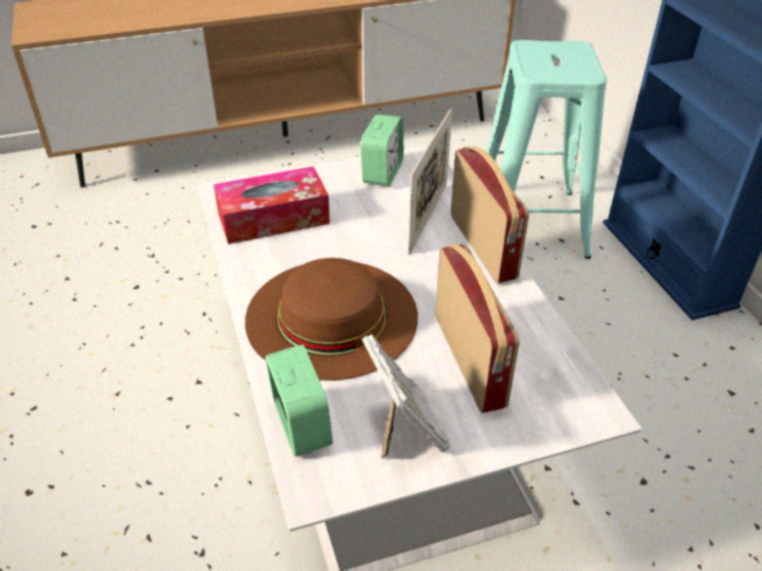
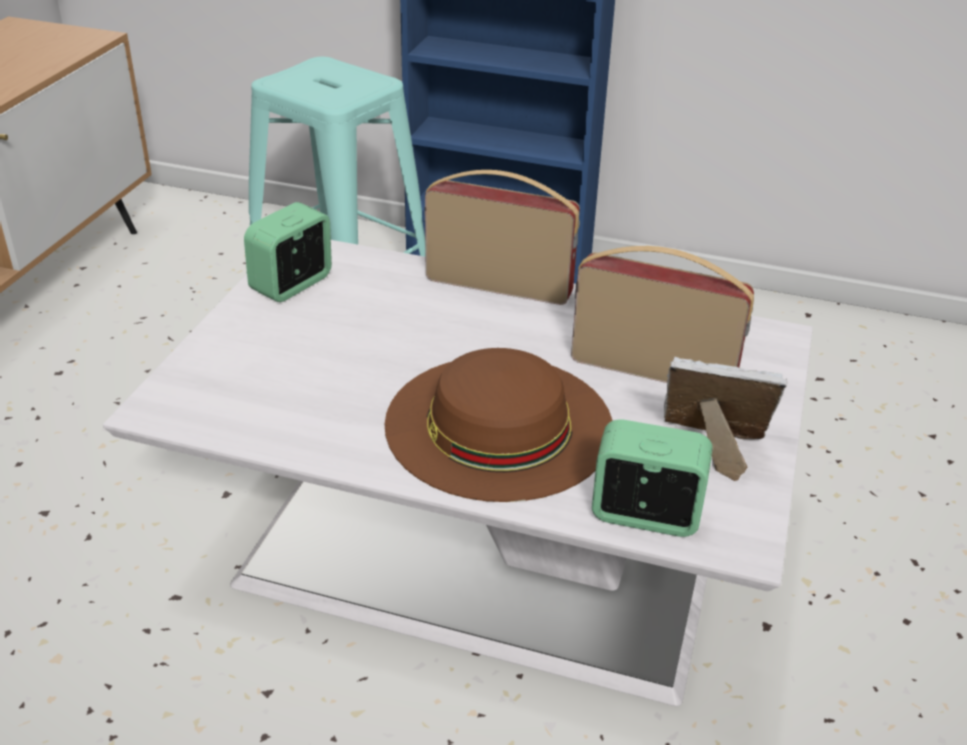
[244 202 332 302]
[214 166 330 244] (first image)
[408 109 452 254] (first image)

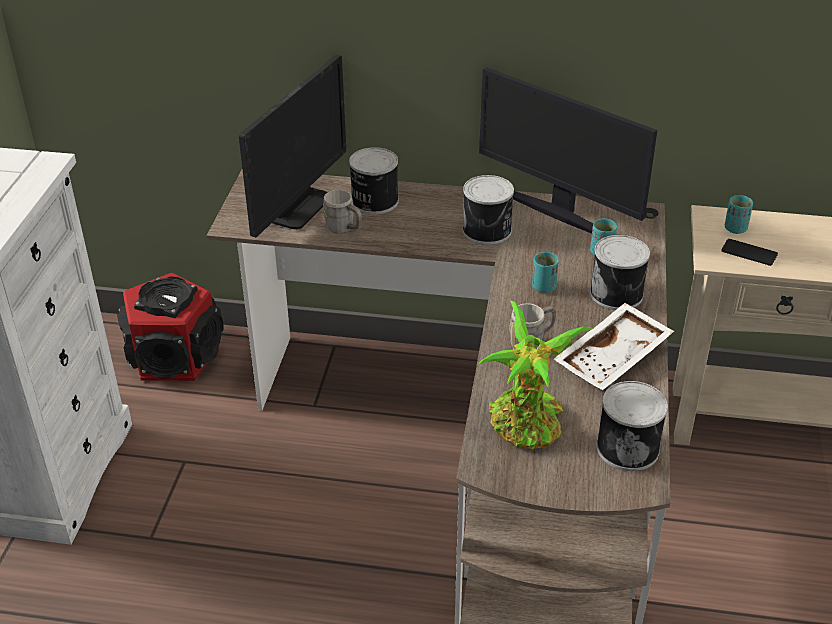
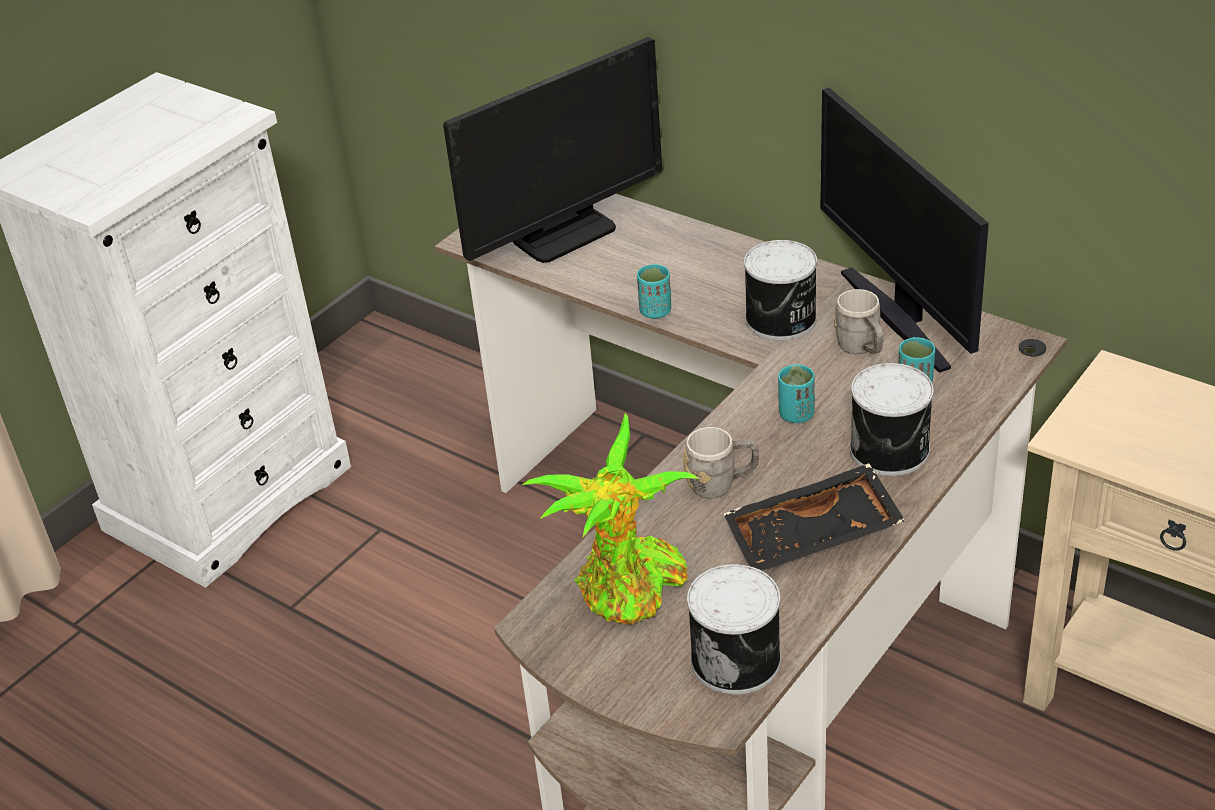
[637 264 671 319]
[724 463 905 571]
[834 289 883 354]
[117 273 224 381] (first image)
[349 147 399 214] (first image)
[721 239 778 266] (first image)

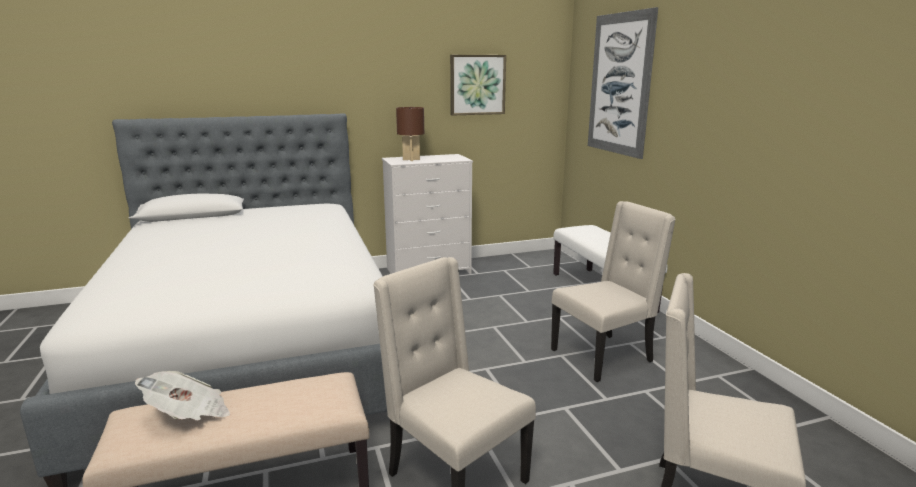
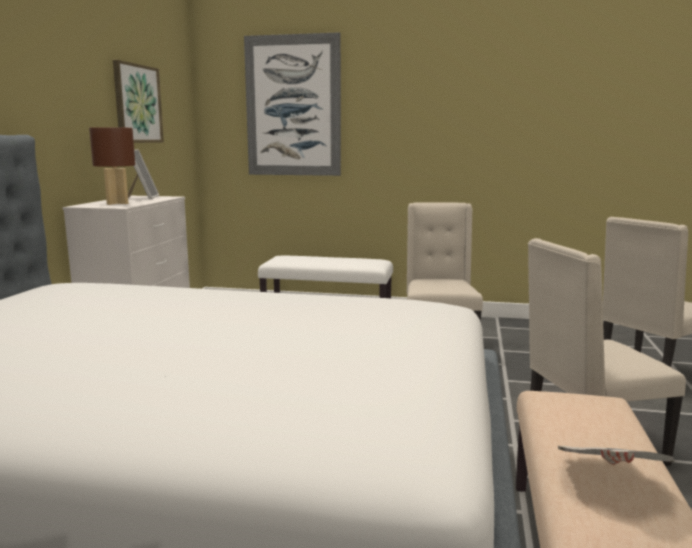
[128 150 159 199]

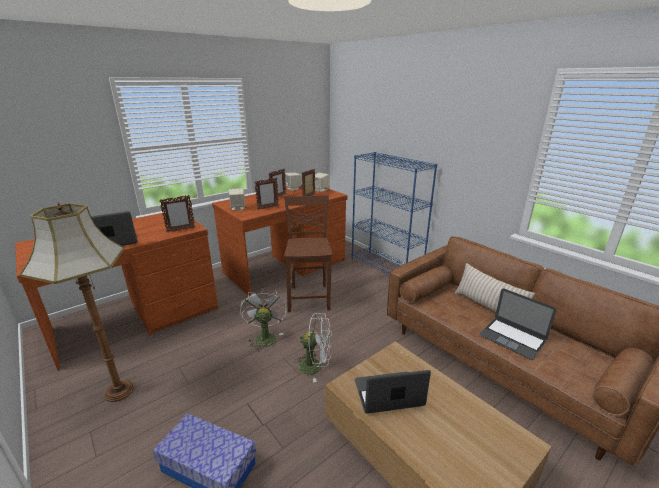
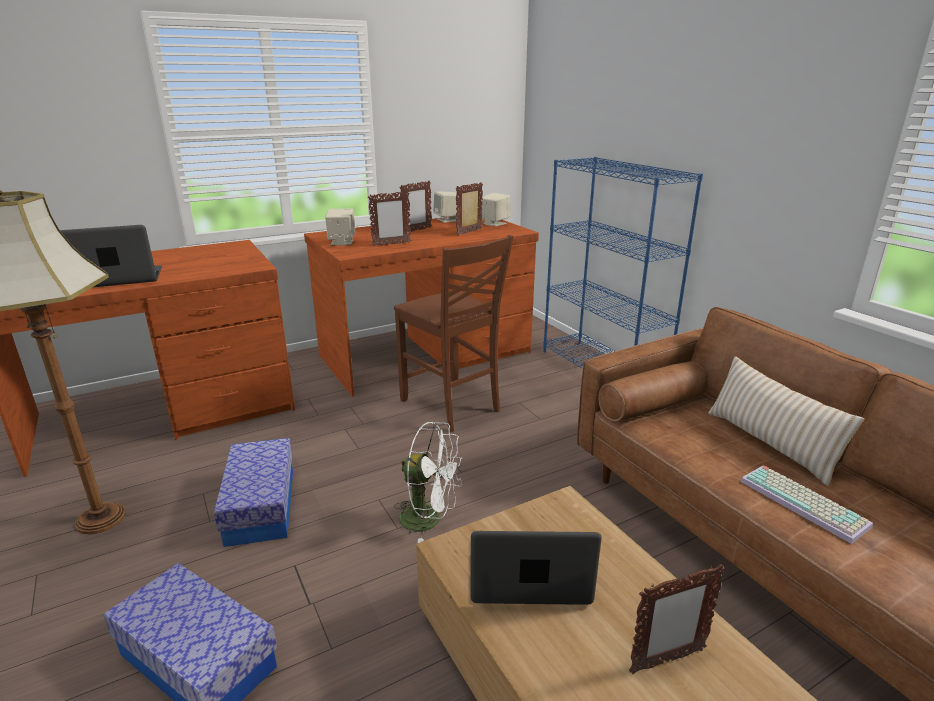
[214 438 293 547]
[394 235 514 432]
[629 564 725 674]
[740 466 873 544]
[240 288 287 351] (first image)

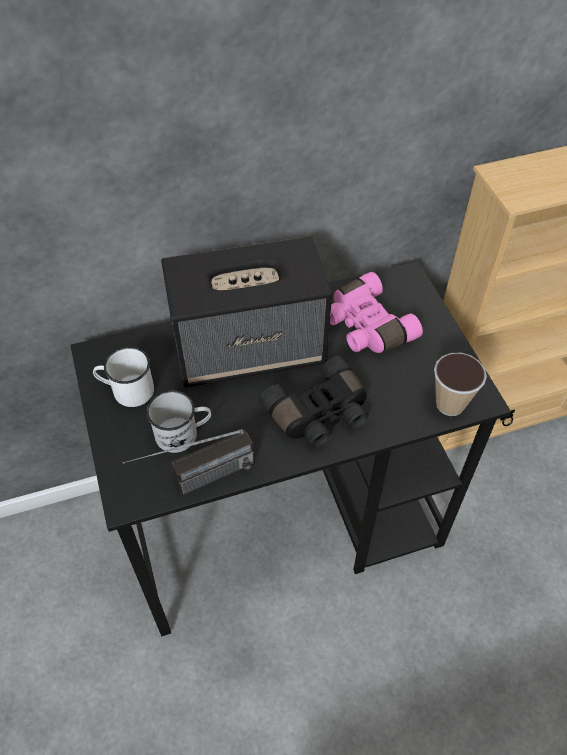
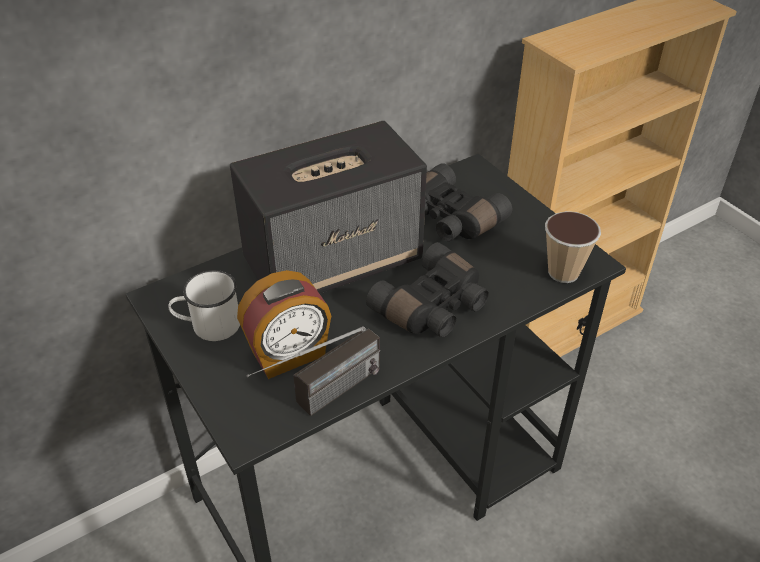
[237 270 331 379]
[425 163 513 241]

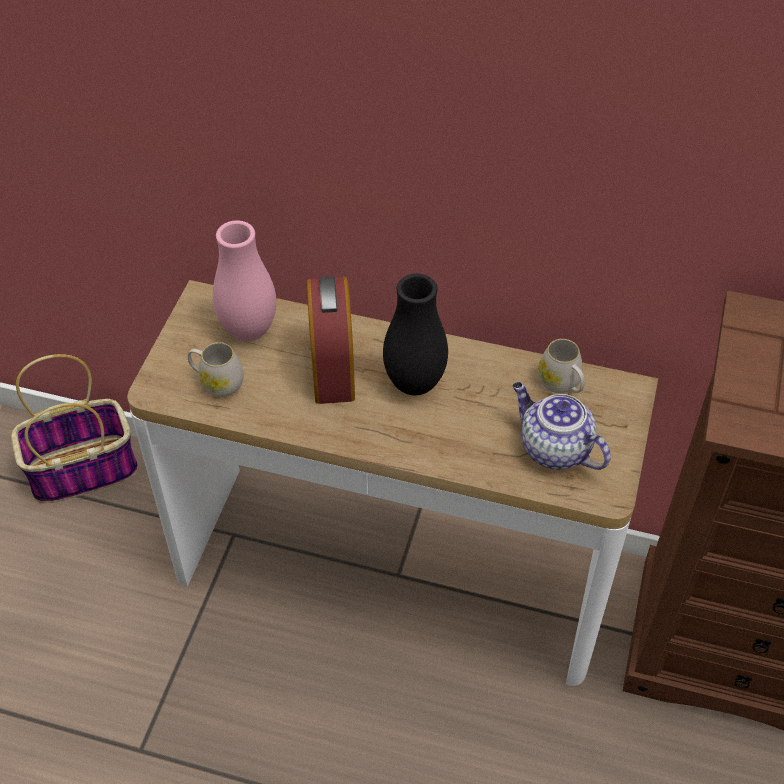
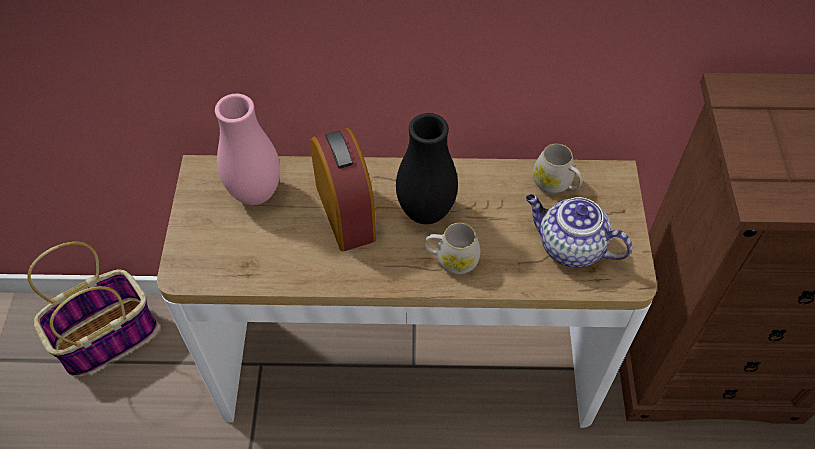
[424 223 480 274]

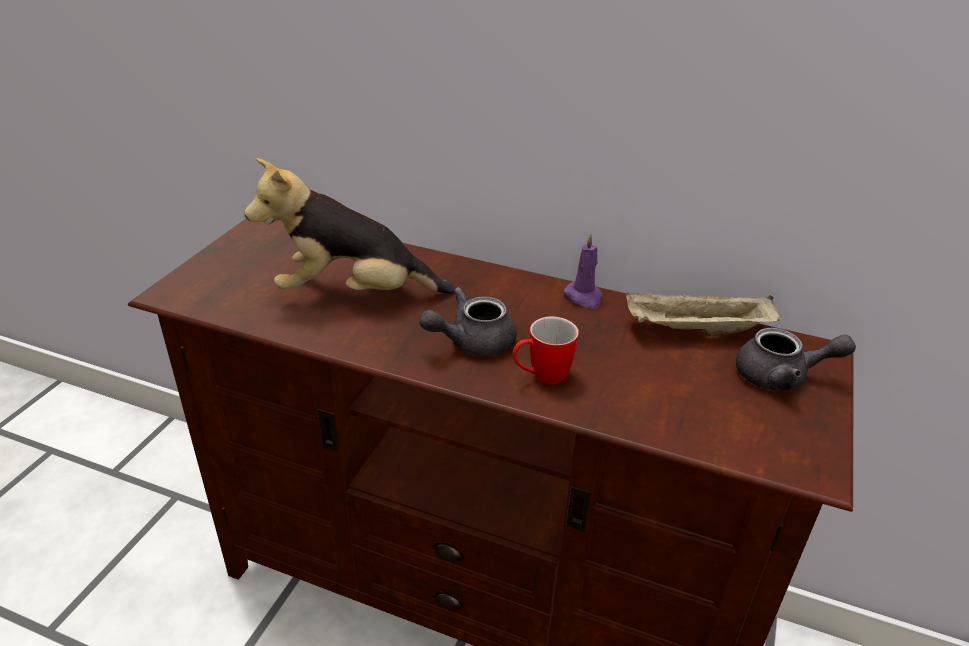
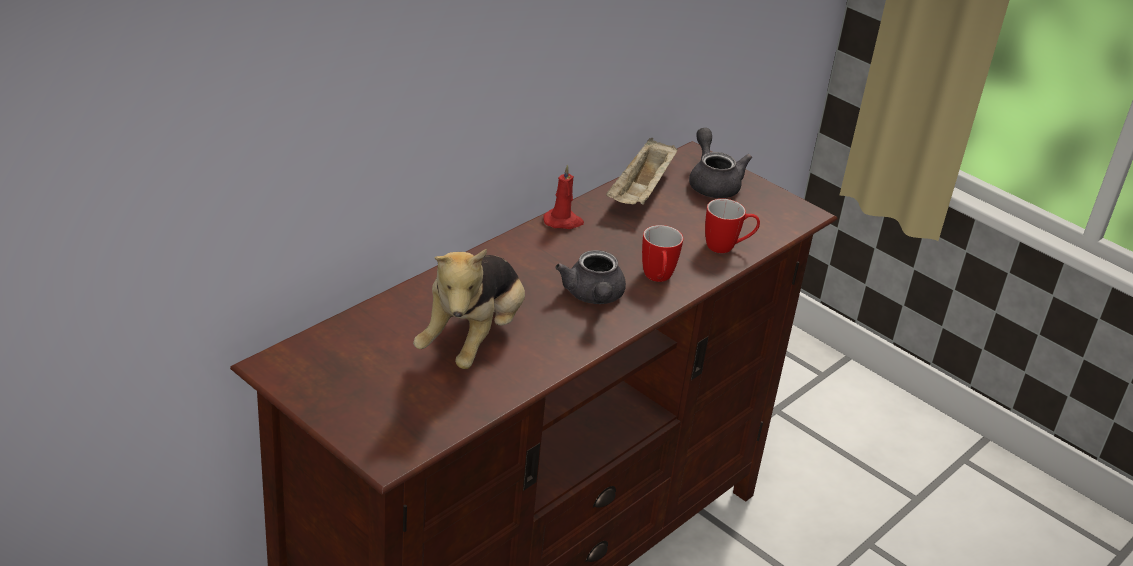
[543 165 584 229]
[689 128 752 198]
[705 199 760 253]

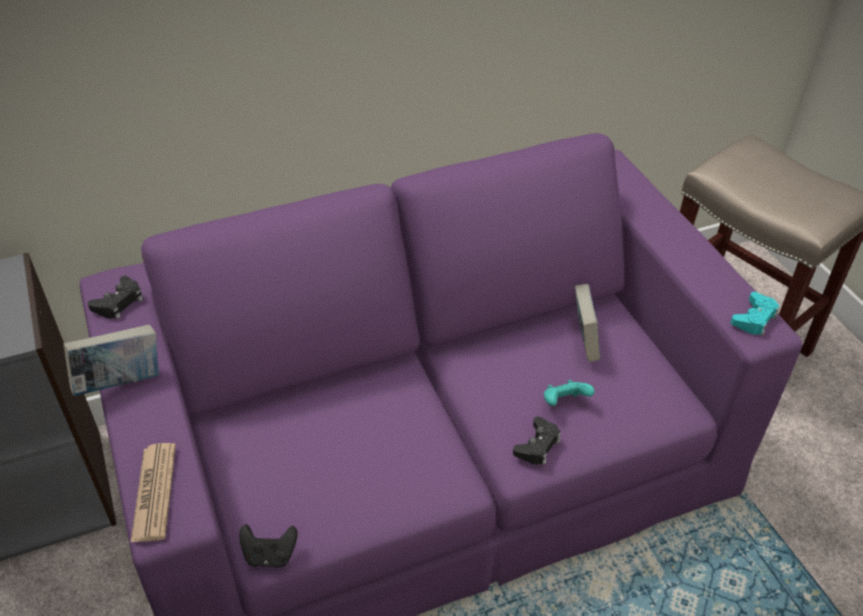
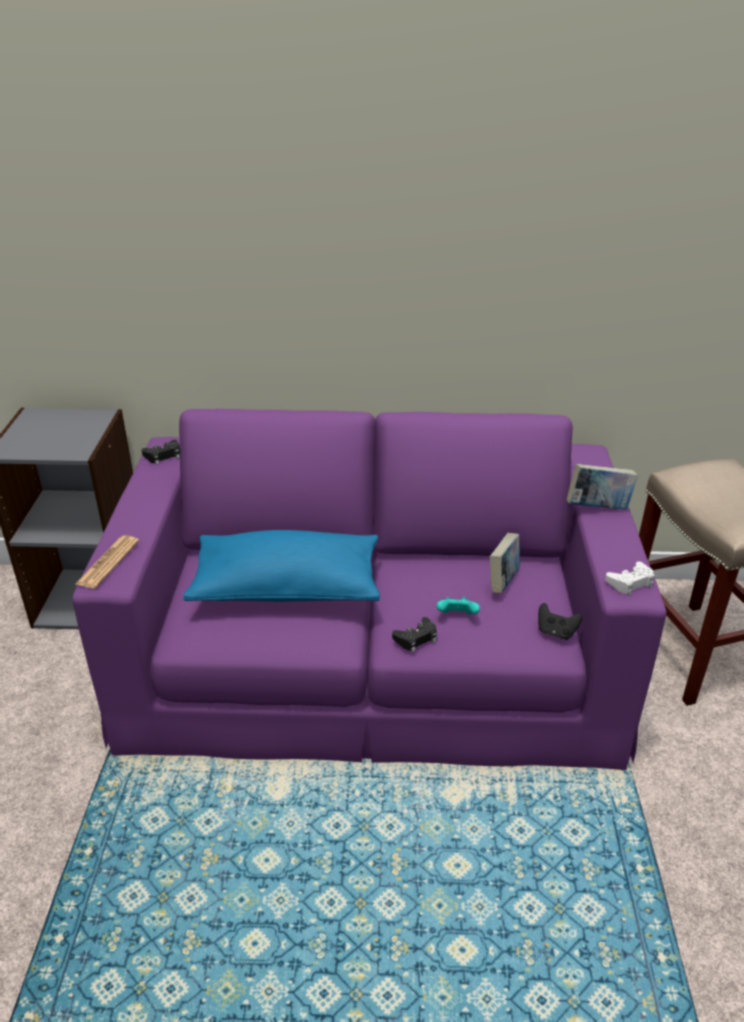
[183 530 380 602]
[538 603 582 640]
[567 464 638 510]
[605 562 654 595]

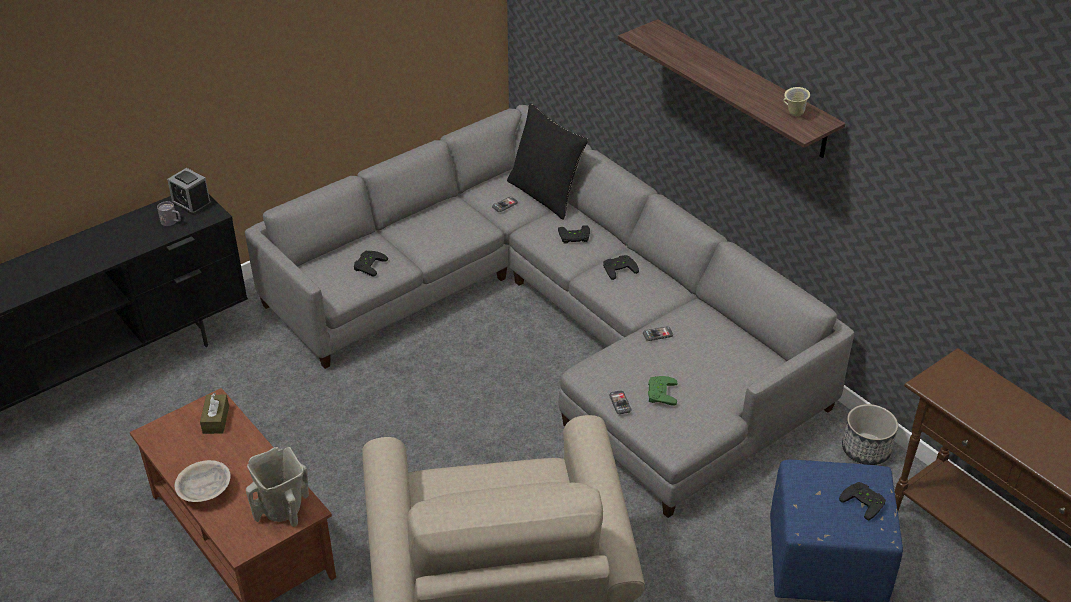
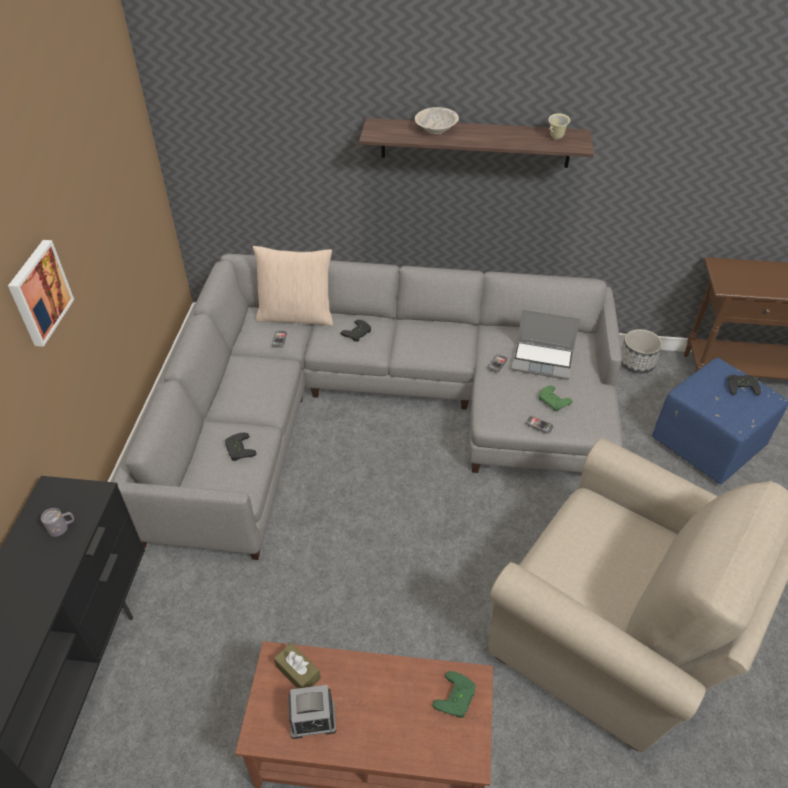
[8 240 74 347]
[253 246 334 326]
[288 685 336 739]
[415 107 459 134]
[432 671 475 718]
[511 309 580 380]
[603 255 639 280] (first image)

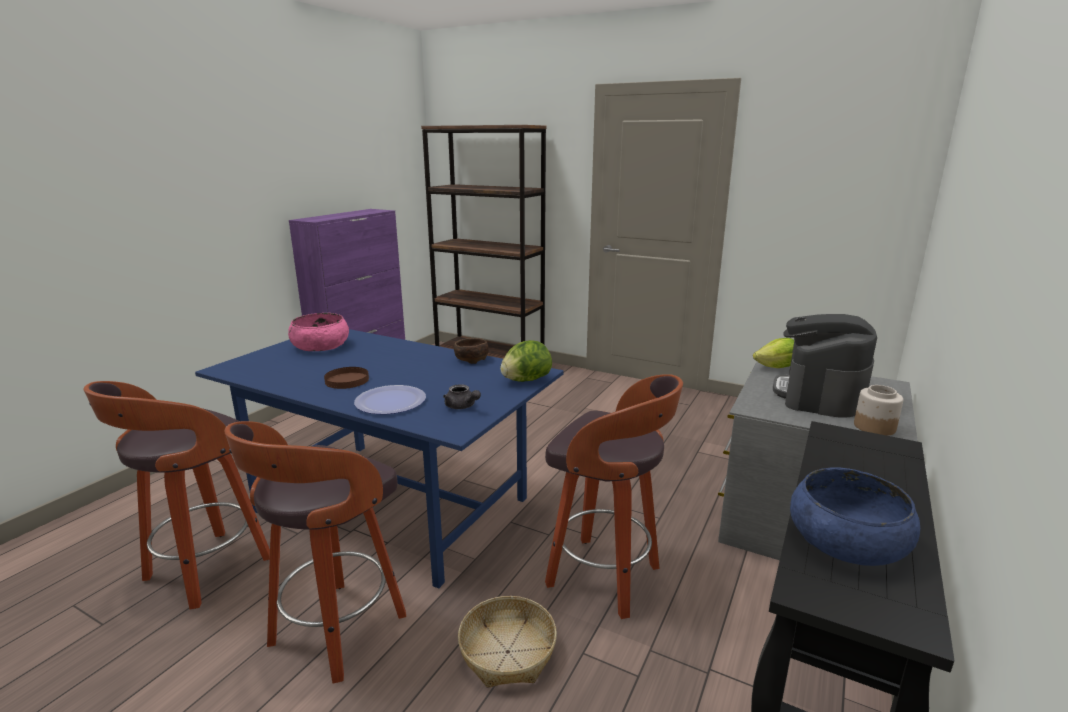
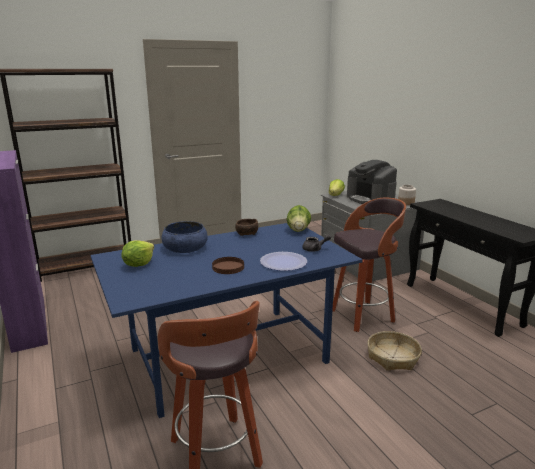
[121 241 154 267]
[162 221 208 253]
[224 421 406 684] (first image)

